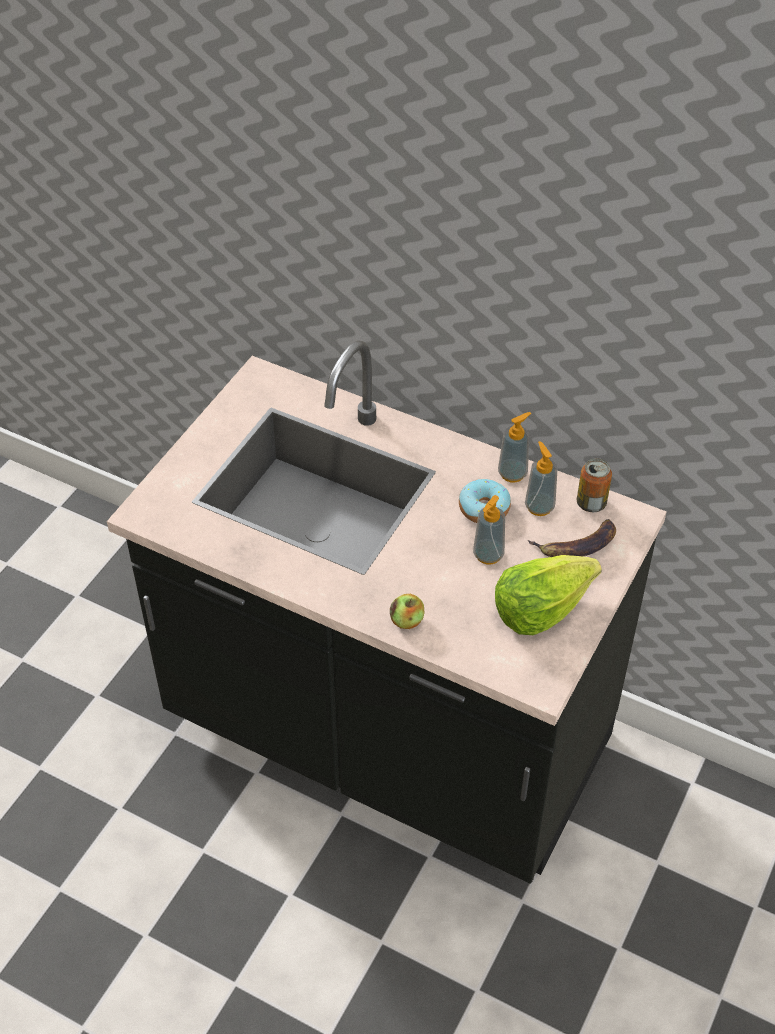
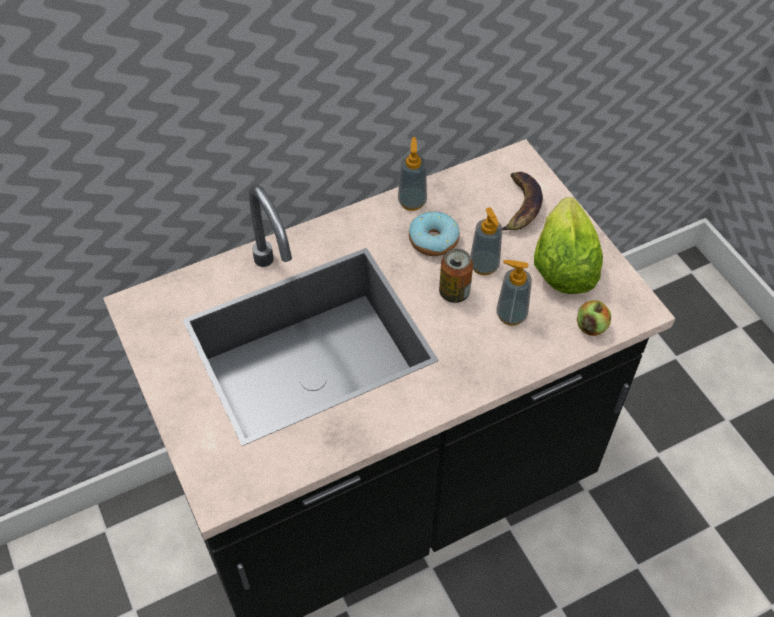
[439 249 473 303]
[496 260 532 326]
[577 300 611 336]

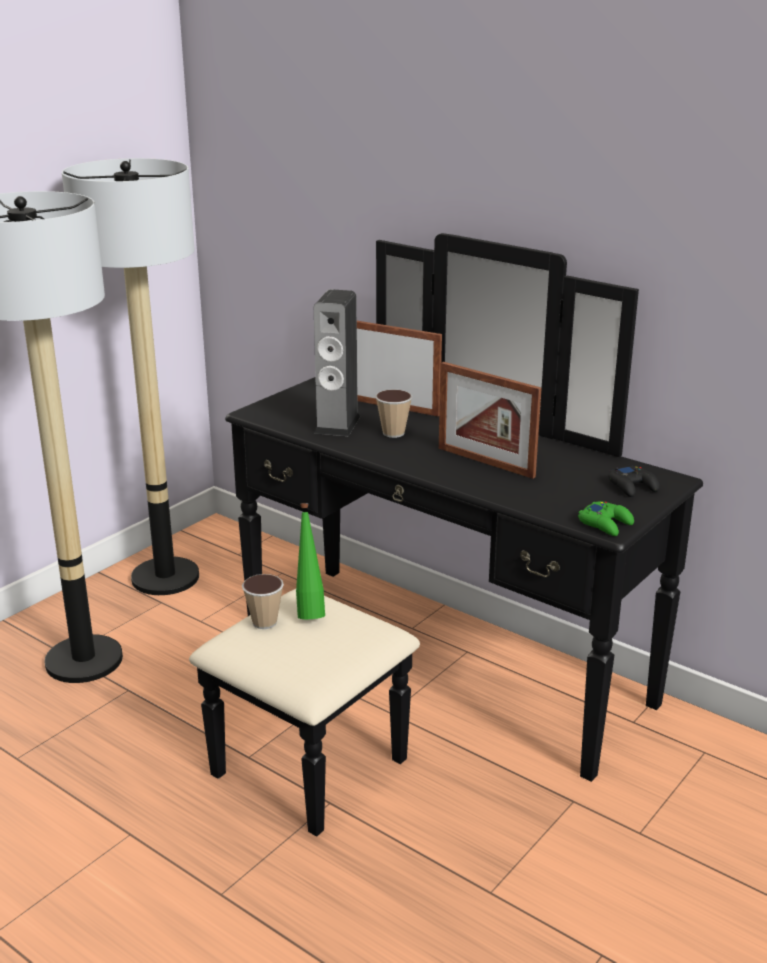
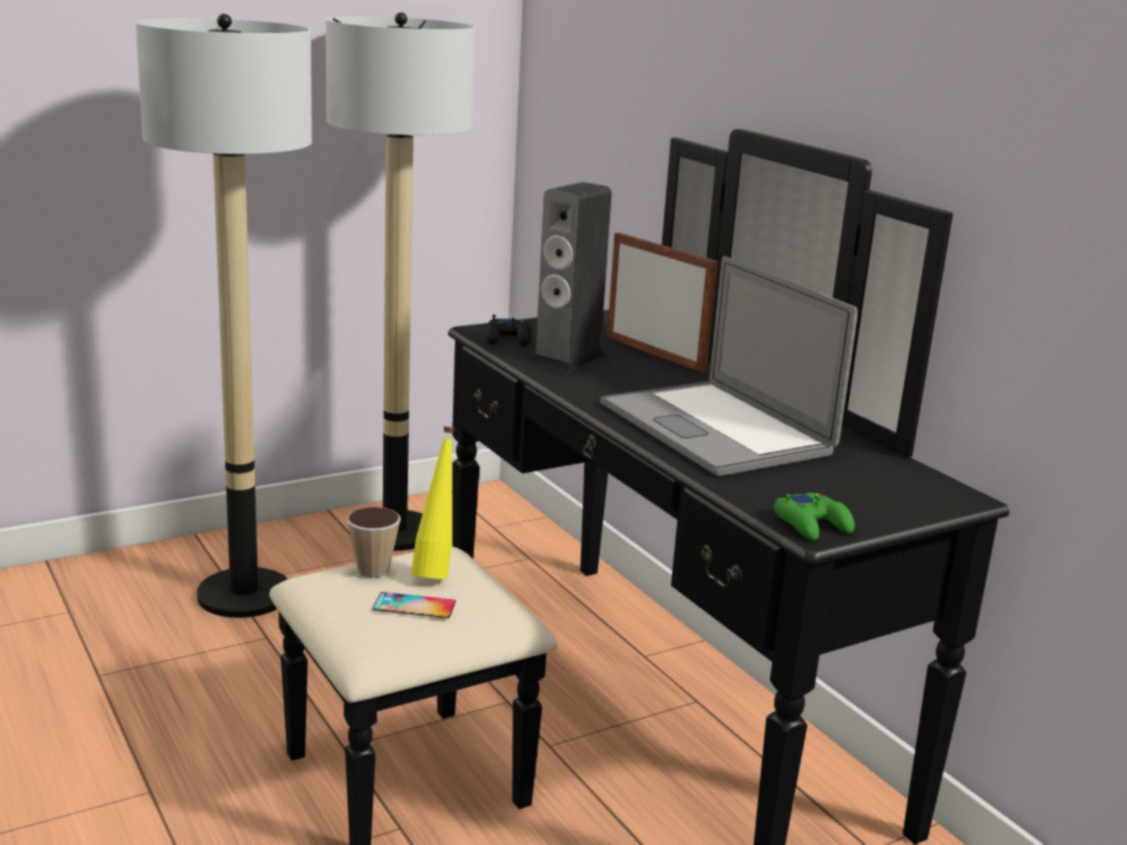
[373 592 456 618]
[411 426 455 579]
[486 314 531 346]
[600 256 858 476]
[375 390 412 438] (first image)

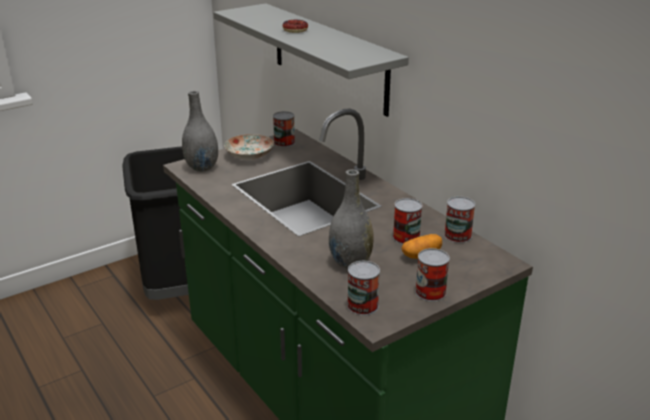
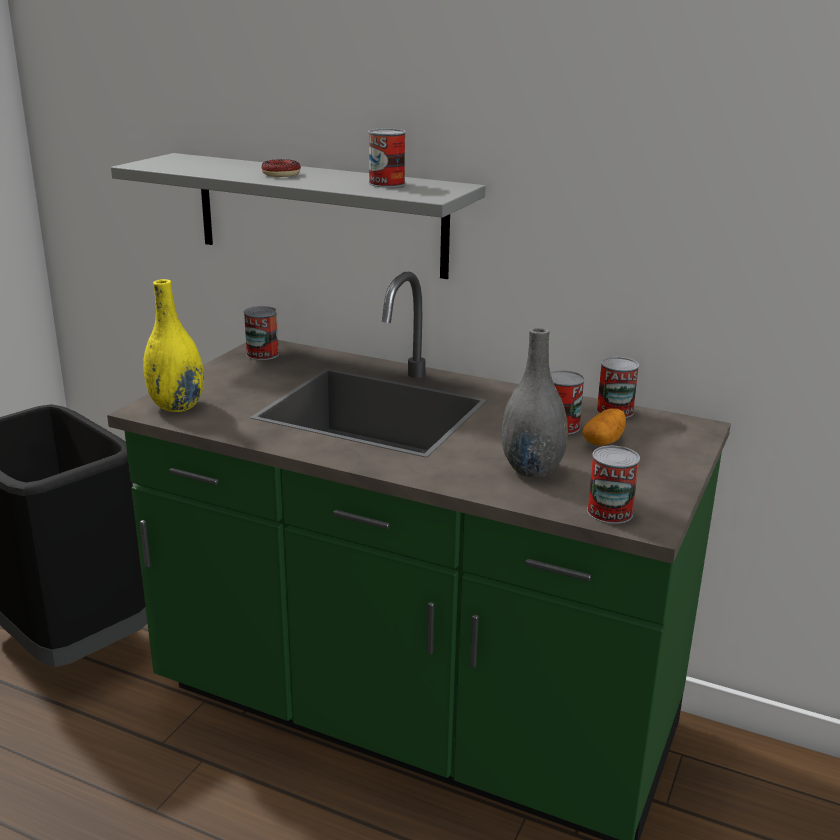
[143 279 204 412]
[368 129 406 187]
[224 134 274 160] (first image)

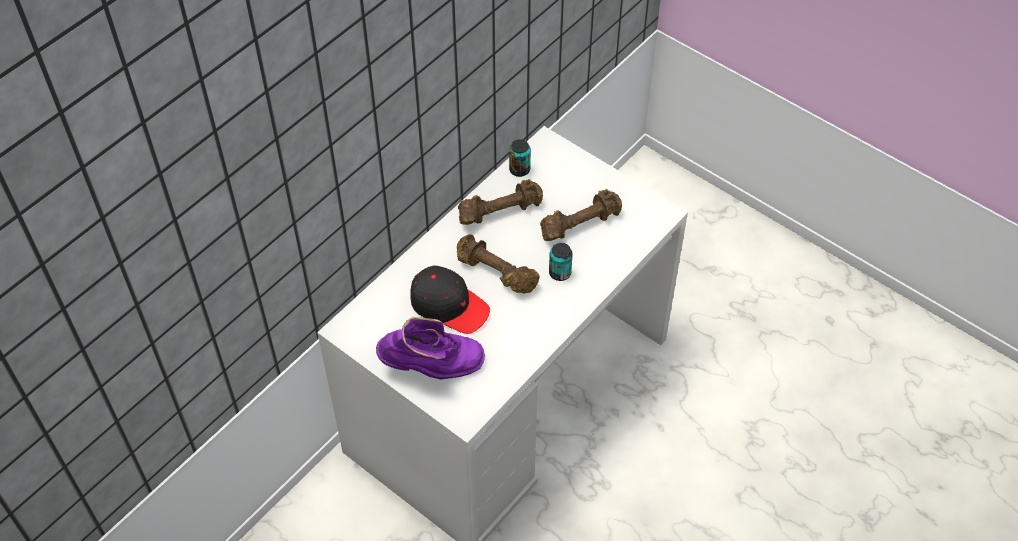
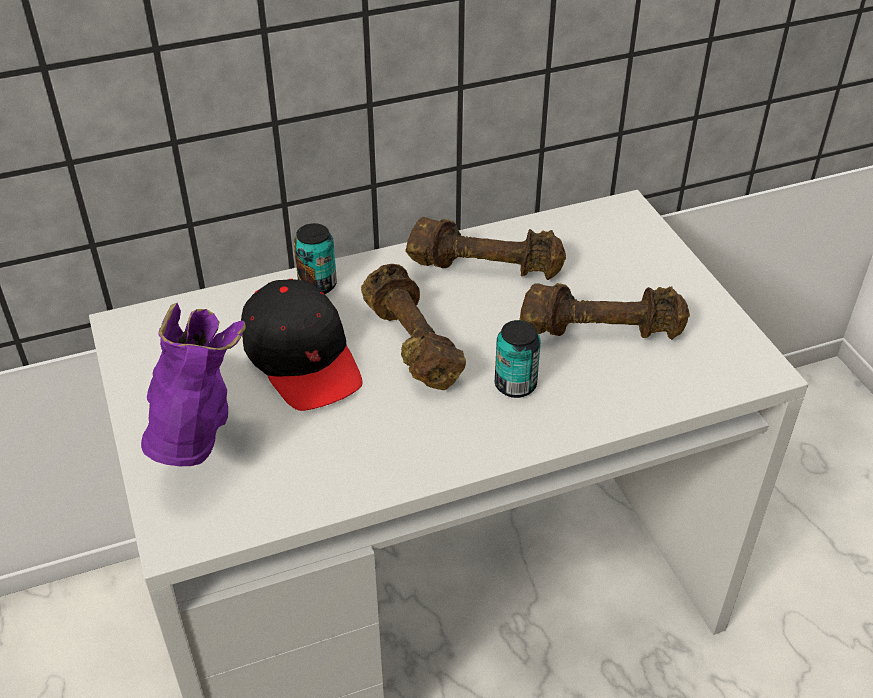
[141 303 246 466]
[294 223 337 294]

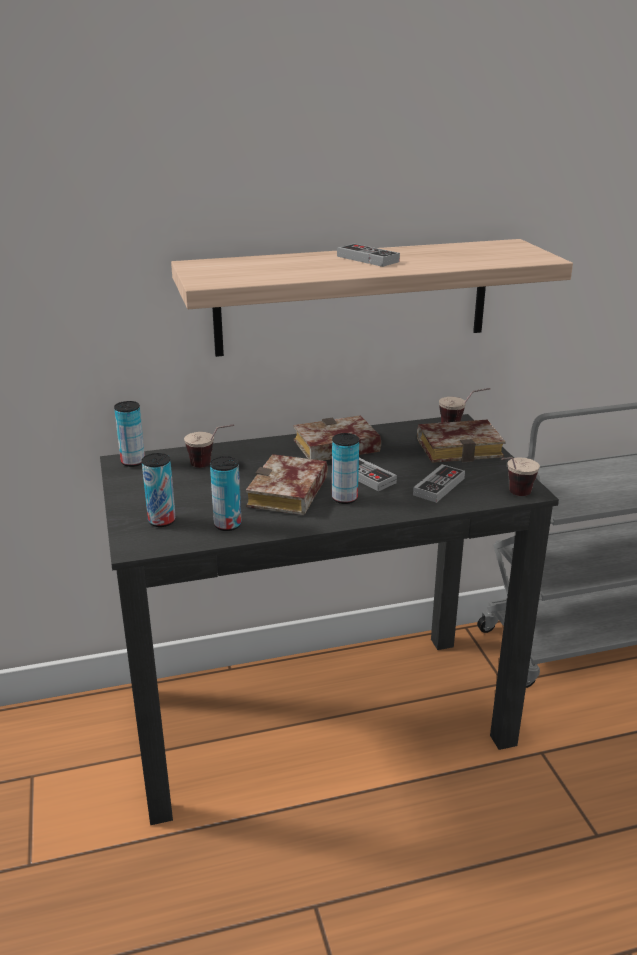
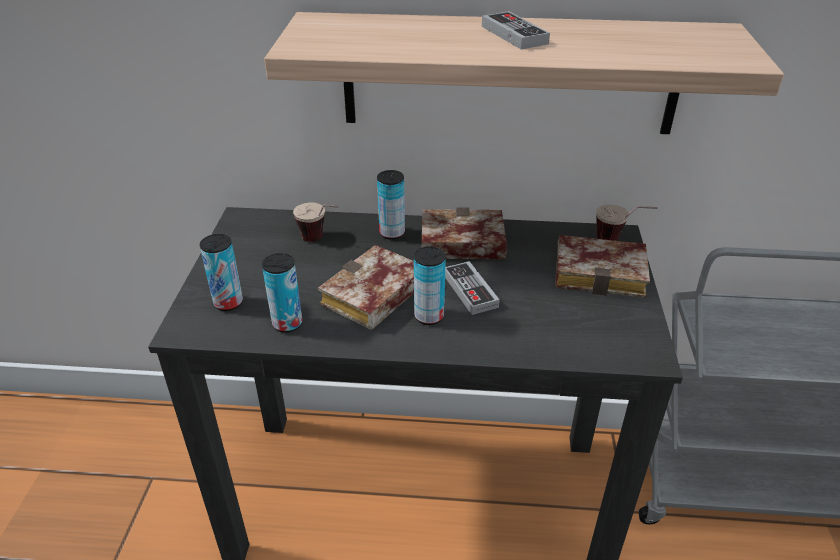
[377 170 405 240]
[413 464 465 503] (first image)
[501 457 540 496] (first image)

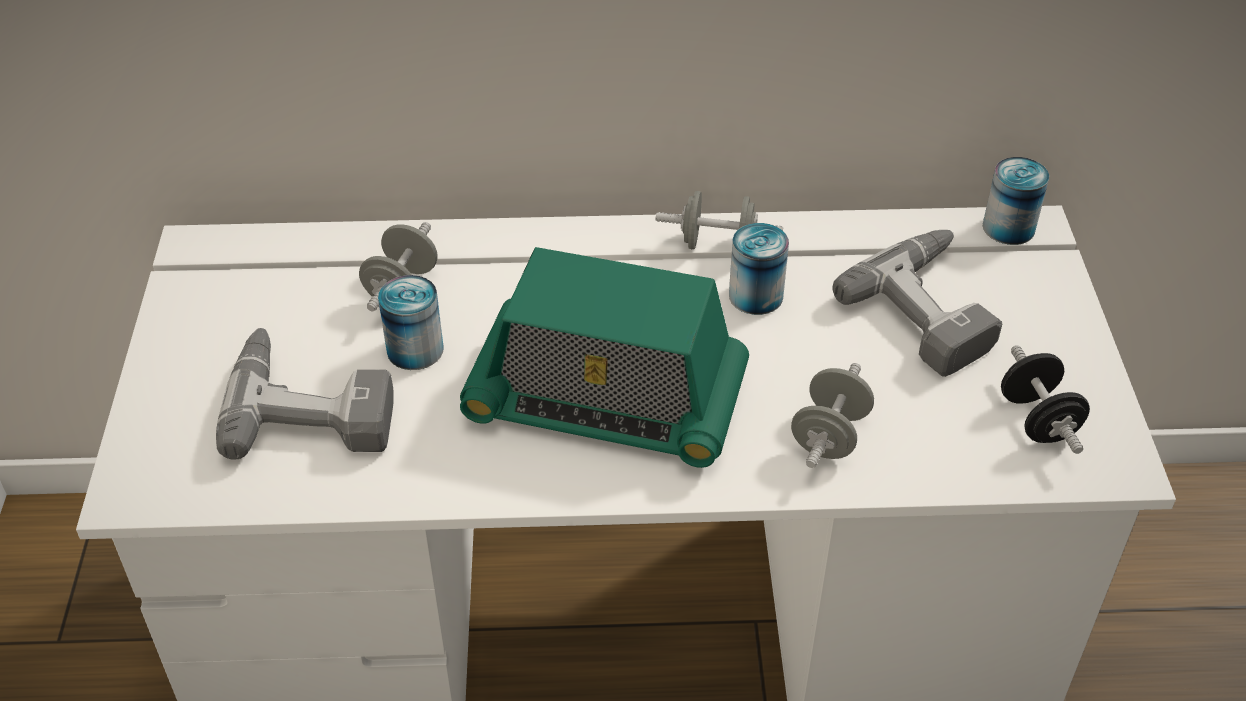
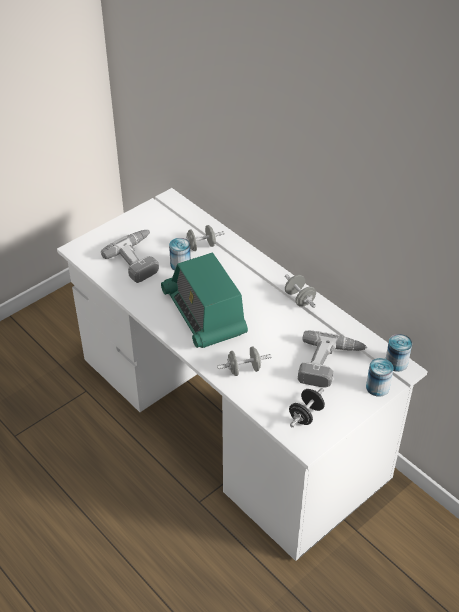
[366 358 393 397]

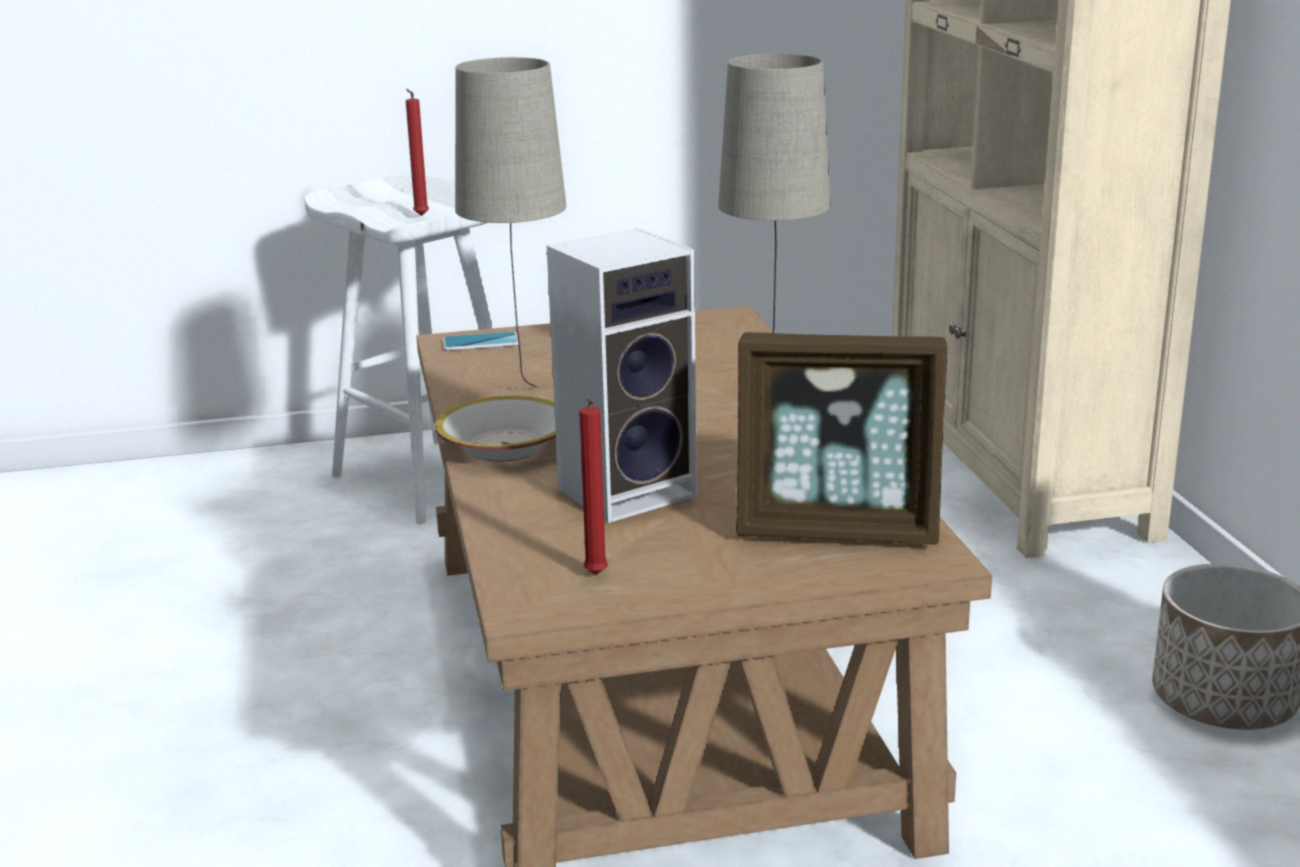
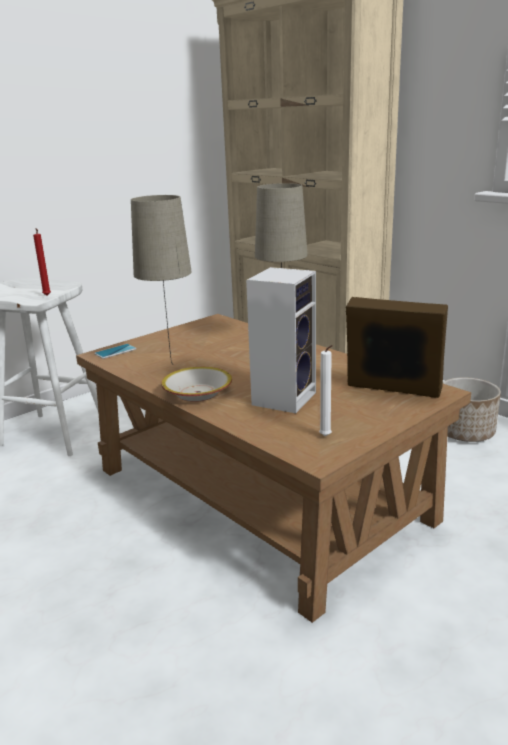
[319 345 332 436]
[346 297 448 398]

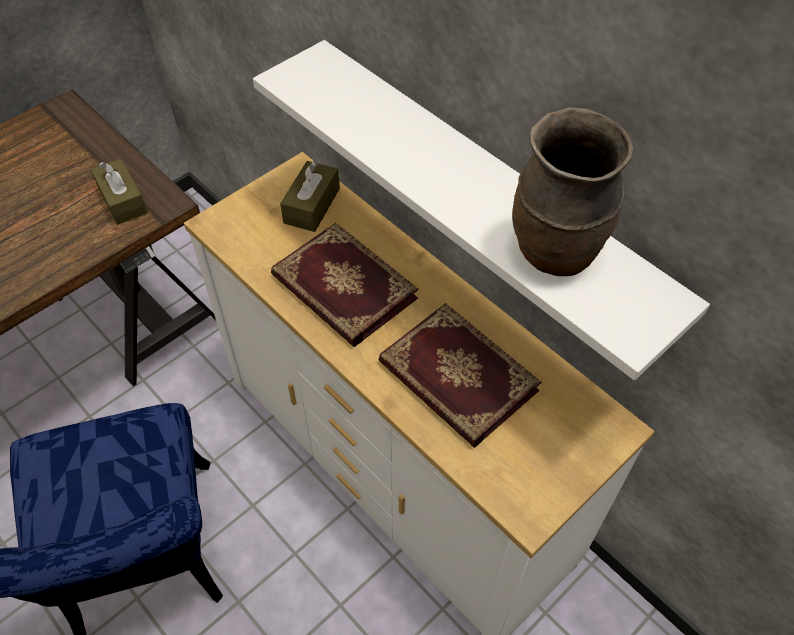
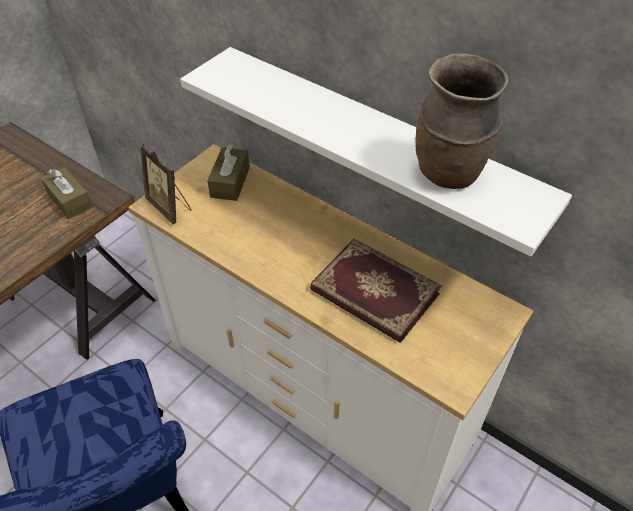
[140 144 191 224]
[271 223 418 347] (first image)

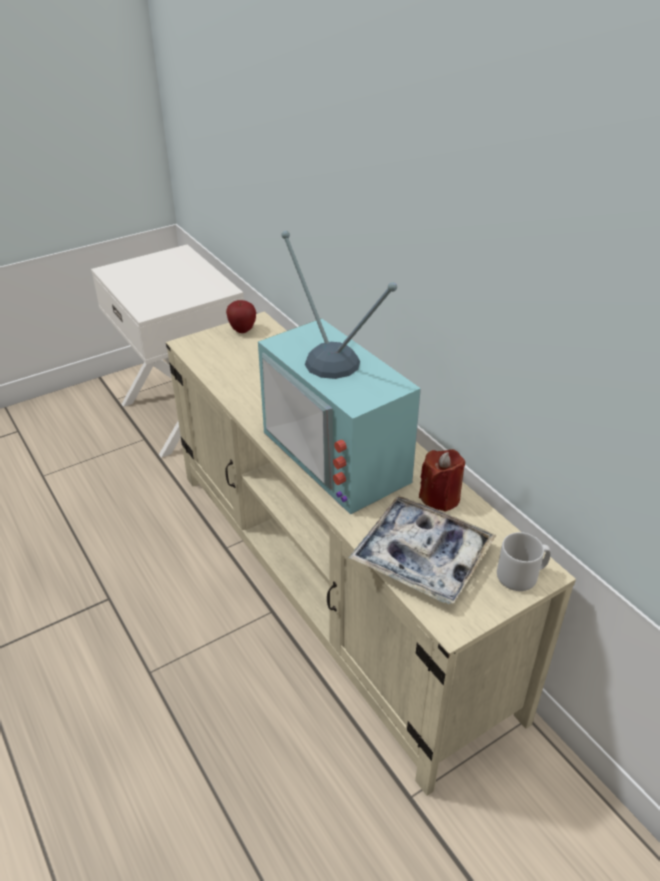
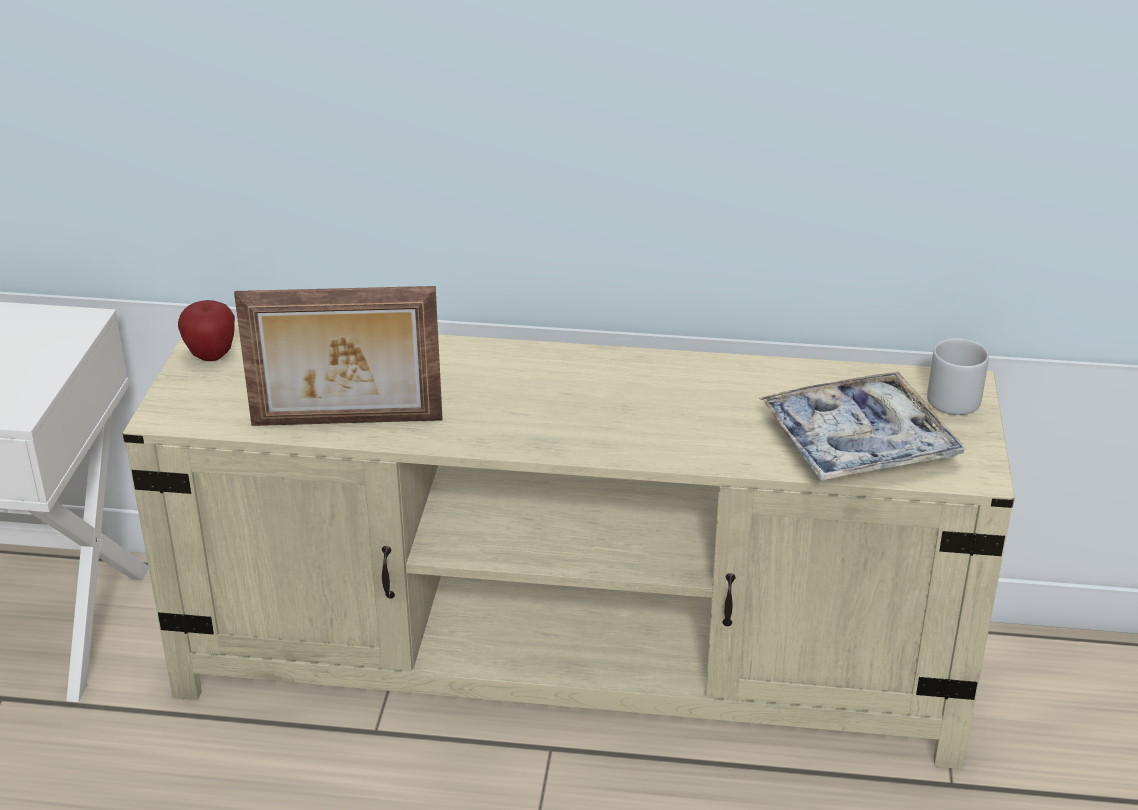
[234 286 442 426]
[258 231 421 515] (first image)
[419 449 465 512] (first image)

